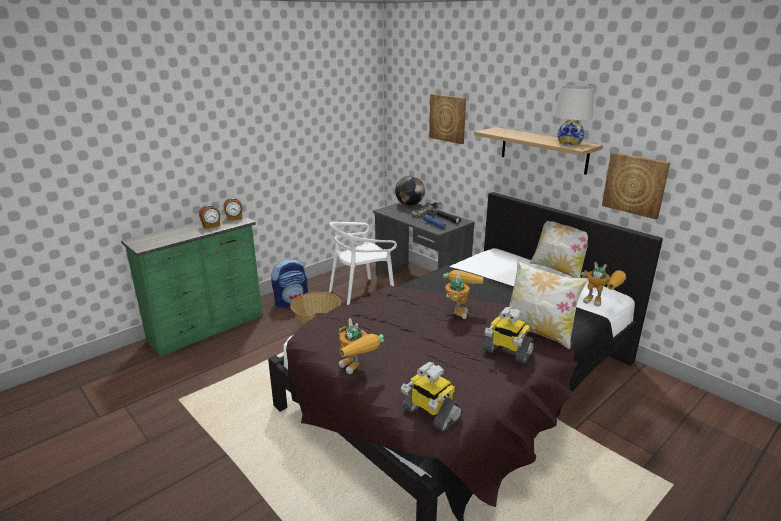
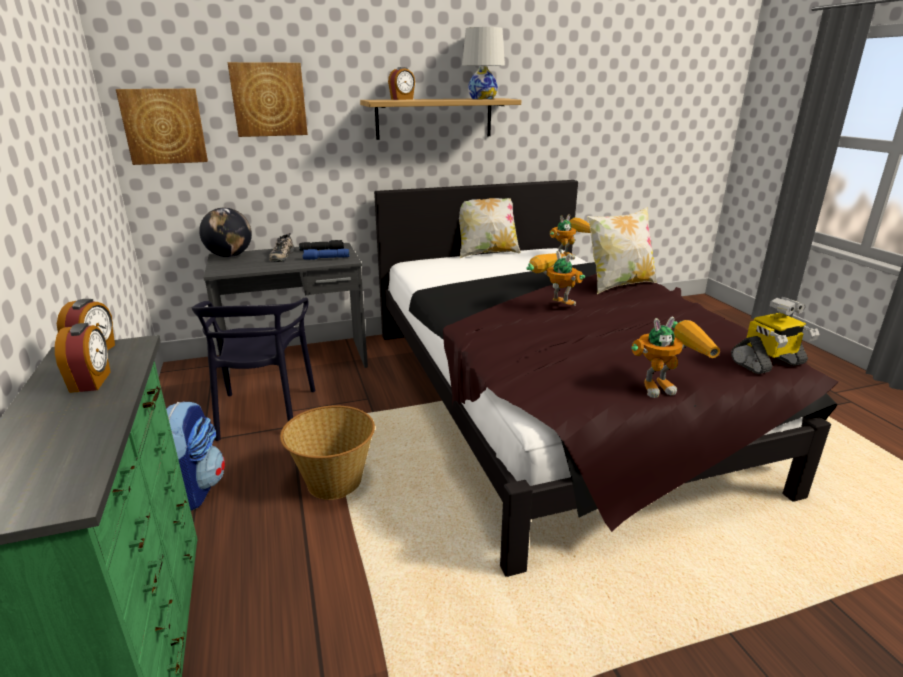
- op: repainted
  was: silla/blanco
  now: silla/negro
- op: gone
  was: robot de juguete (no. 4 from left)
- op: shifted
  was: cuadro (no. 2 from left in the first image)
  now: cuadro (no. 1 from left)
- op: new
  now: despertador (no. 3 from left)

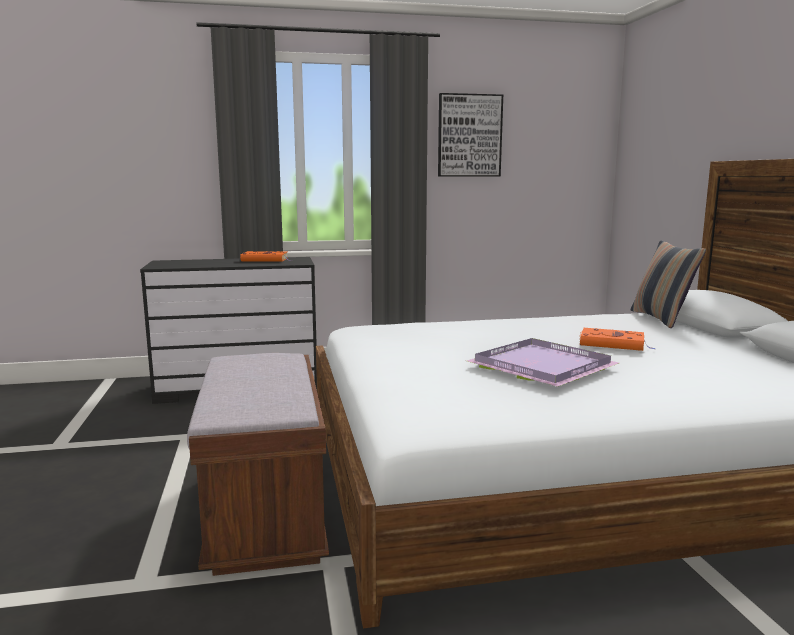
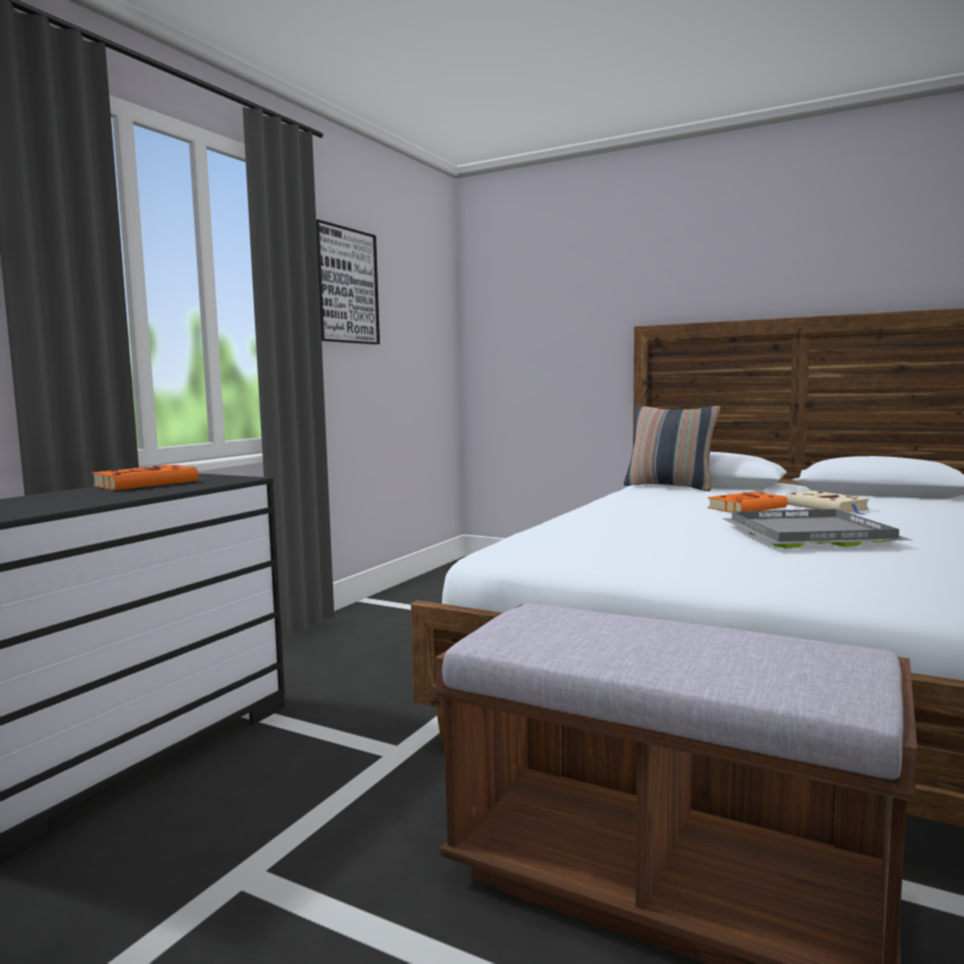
- op: repainted
  was: bandeja/morado
  now: bandeja/gris
- op: new
  now: libro/beis

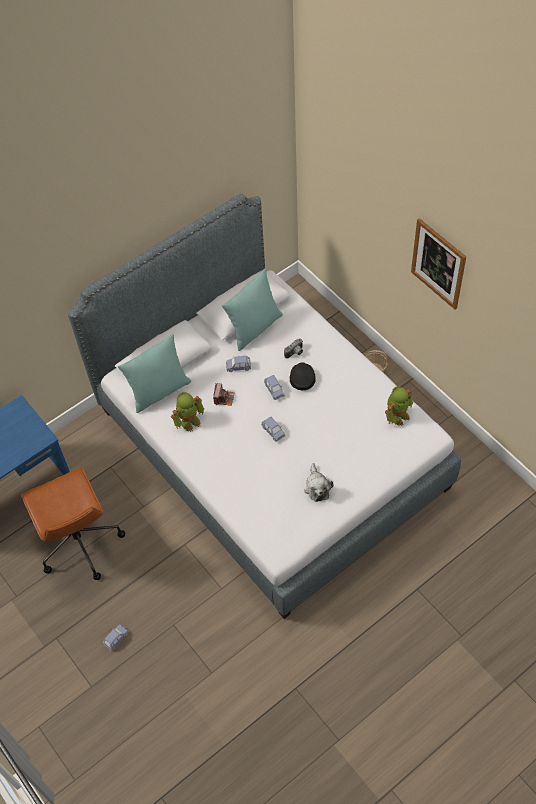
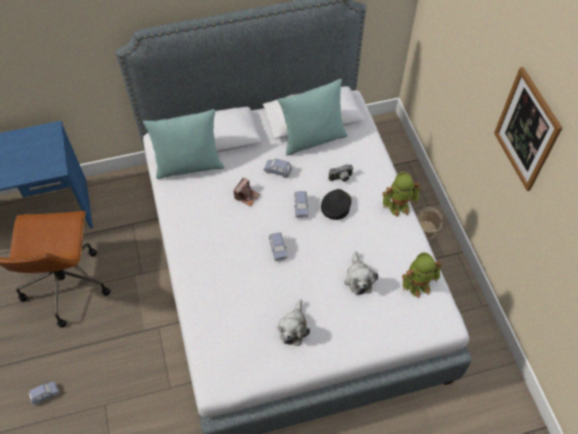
- op: shifted
  was: robot de juguete (no. 1 from left)
- op: new
  now: peluche (no. 2 from left)

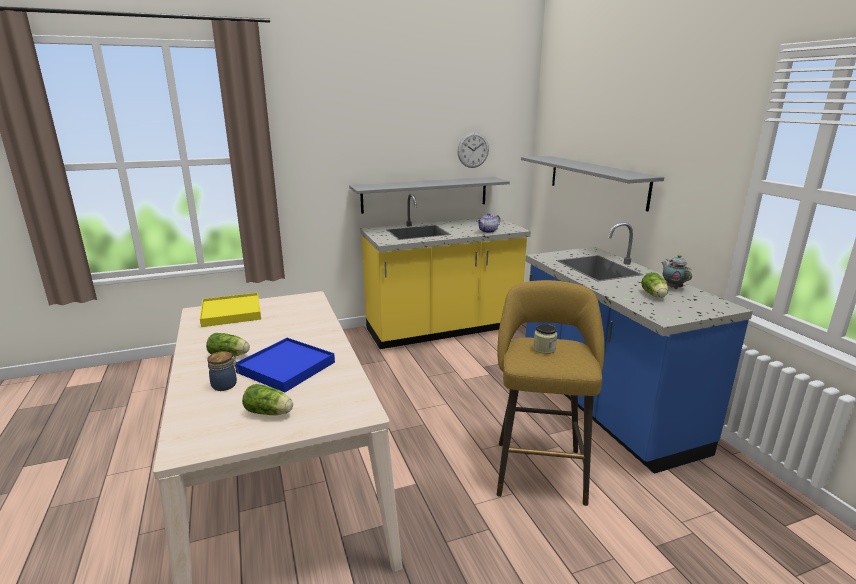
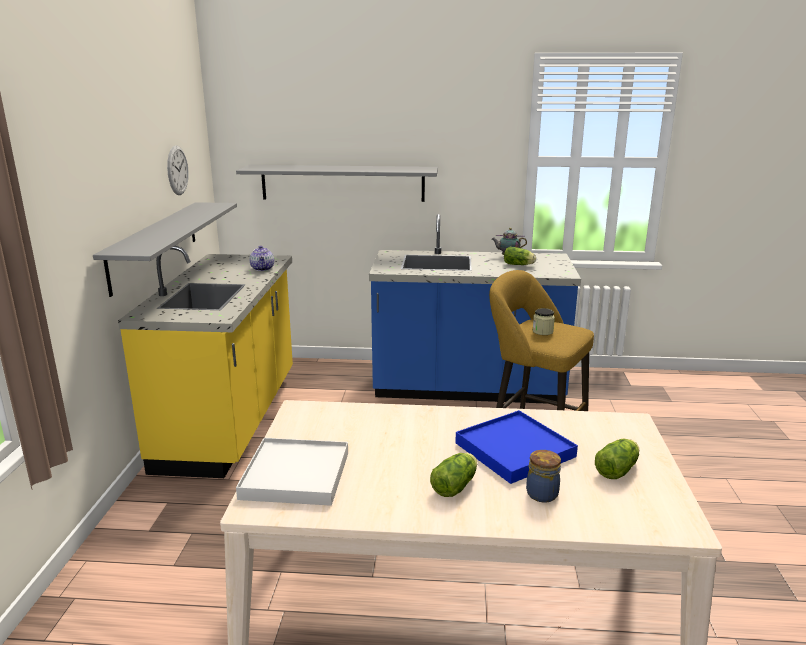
- op: repainted
  was: bandeja/amarillo
  now: bandeja/blanco

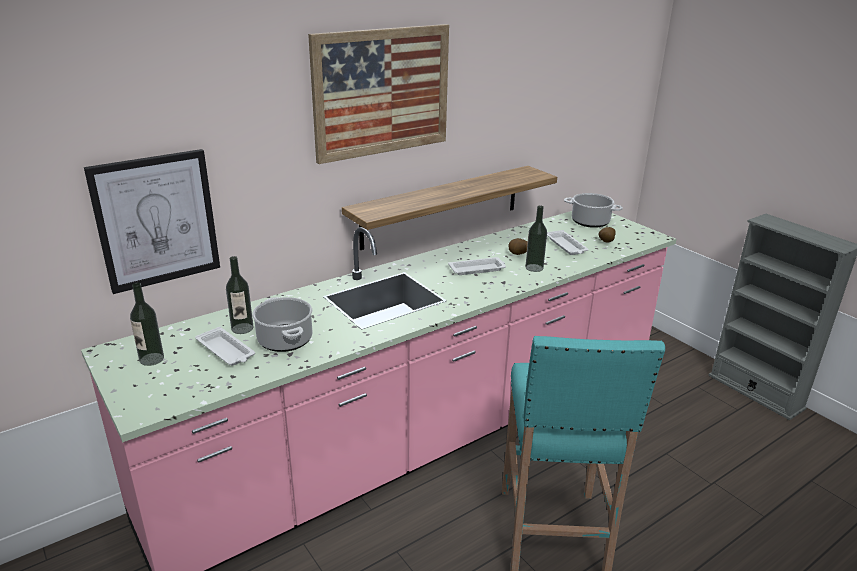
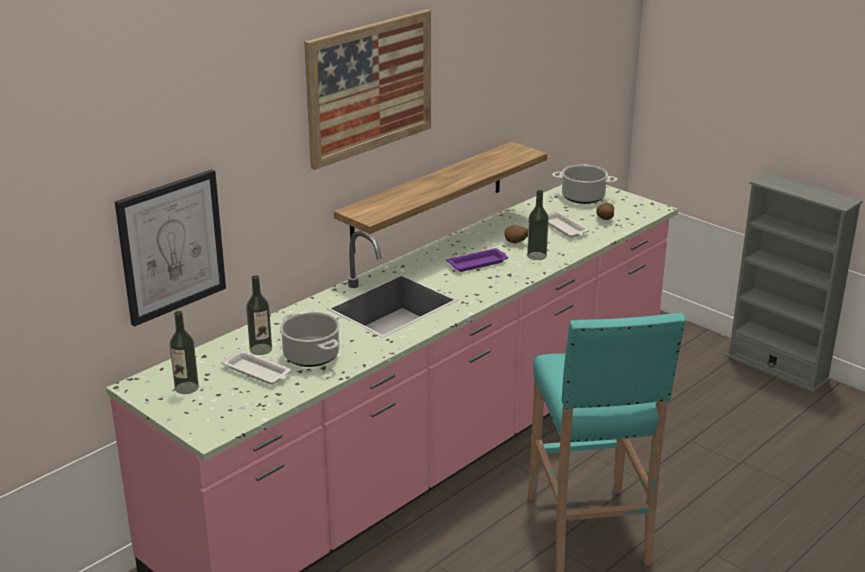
- op: repainted
  was: bandeja/blanco (no. 2 from left)
  now: bandeja/morado

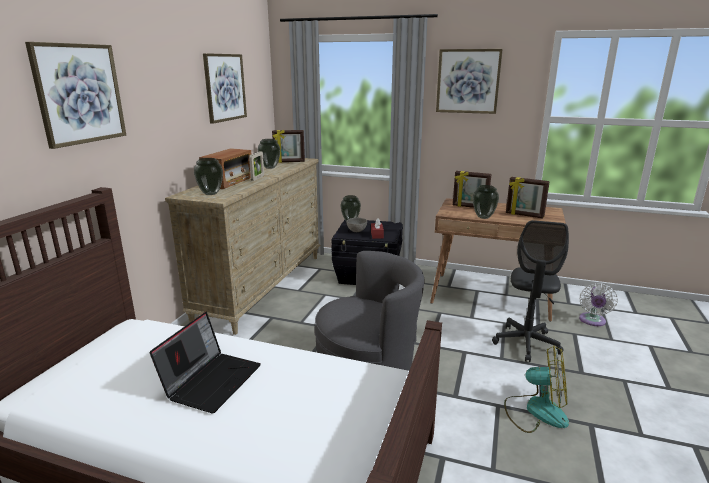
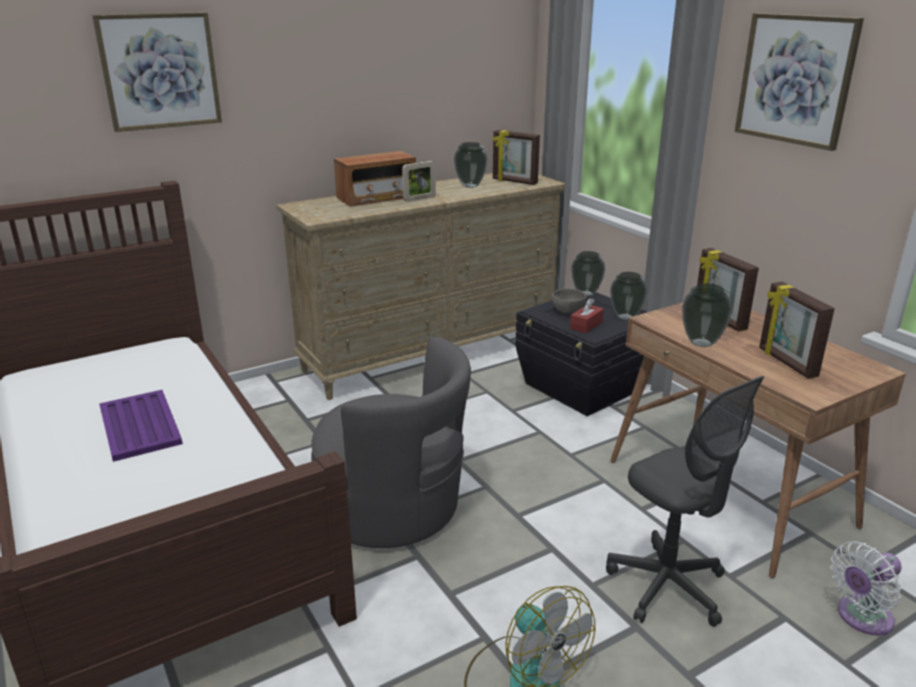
- op: swapped
  was: portátil
  now: bandeja/morado
- op: shifted
  was: florero (no. 1 from left in the first image)
  now: florero (no. 3 from left)
- op: gone
  was: cuadro (no. 2 from left)
- op: rotated
  was: silla de oficina/gris
  clockwise: -90

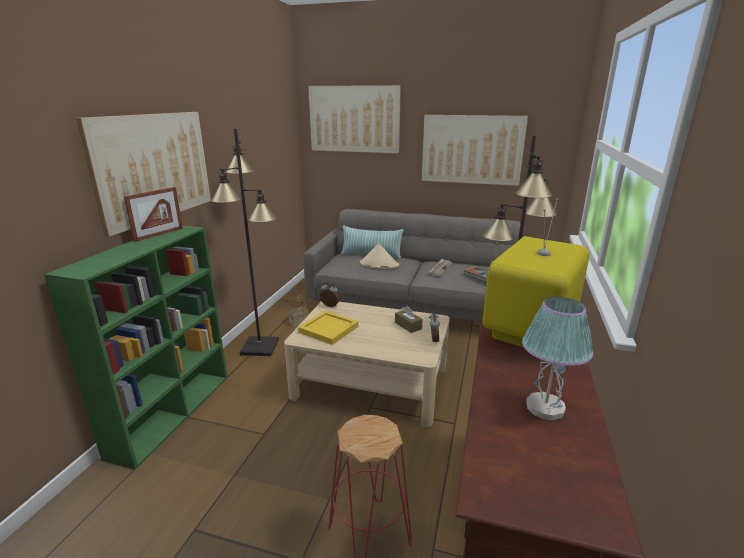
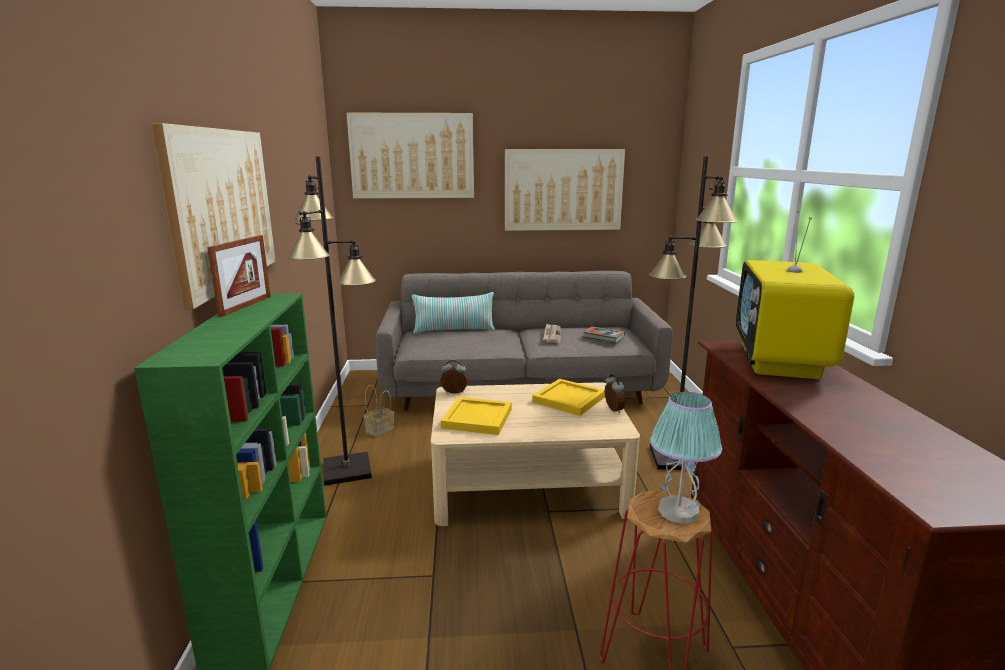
- op: gone
  was: sombrero/beis
- op: swapped
  was: caja de pañuelos/marrón
  now: bandeja/amarillo (no. 2 from left)
- op: shifted
  was: lámpara de mesa

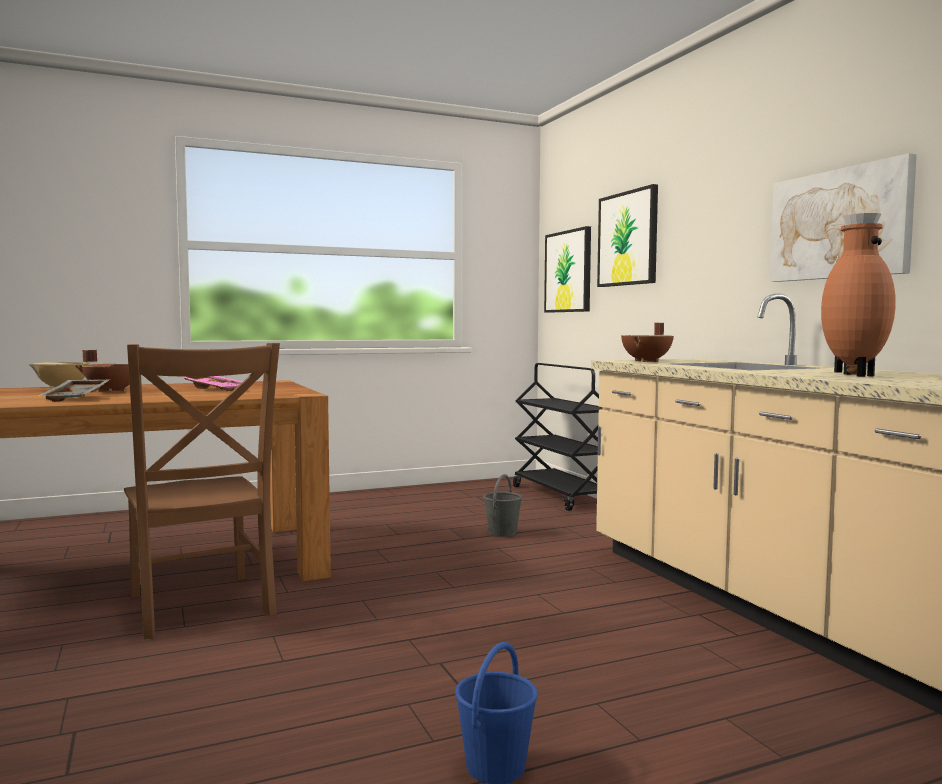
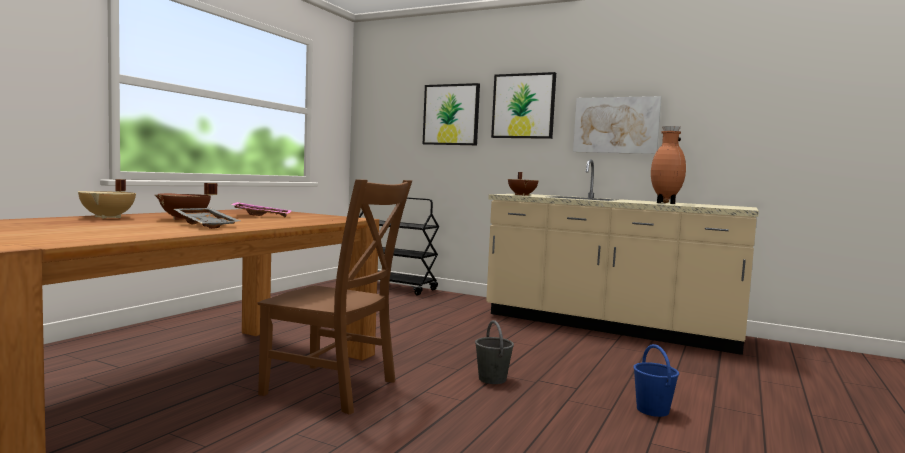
- op: shifted
  was: cubo/gris
- op: shifted
  was: cuadro (no. 1 from left in the first image)
  now: cuadro (no. 2 from left)

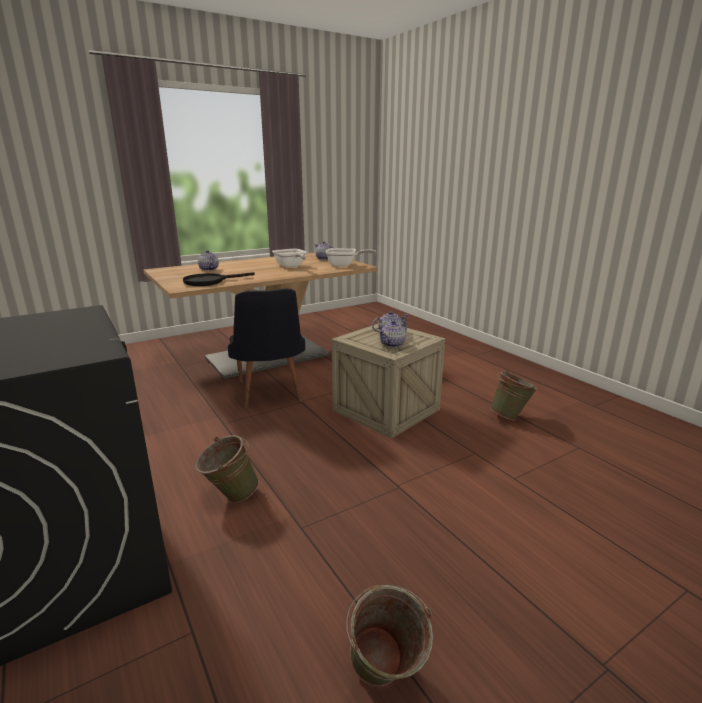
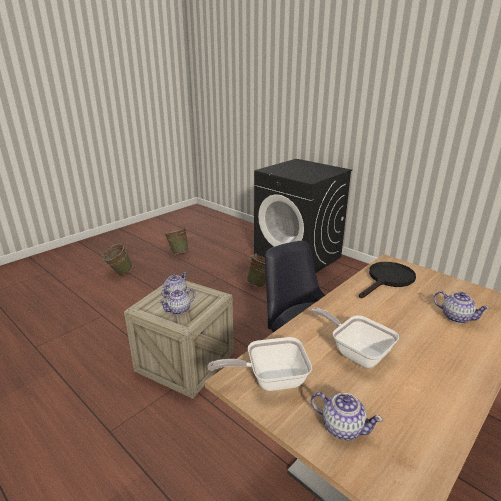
- op: shifted
  was: cubo/verde (no. 3 from left in the first image)
  now: cubo/verde (no. 1 from left)

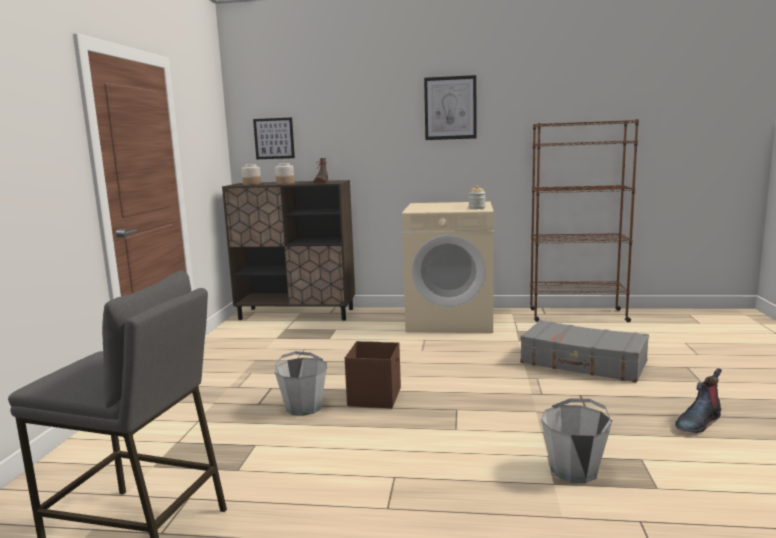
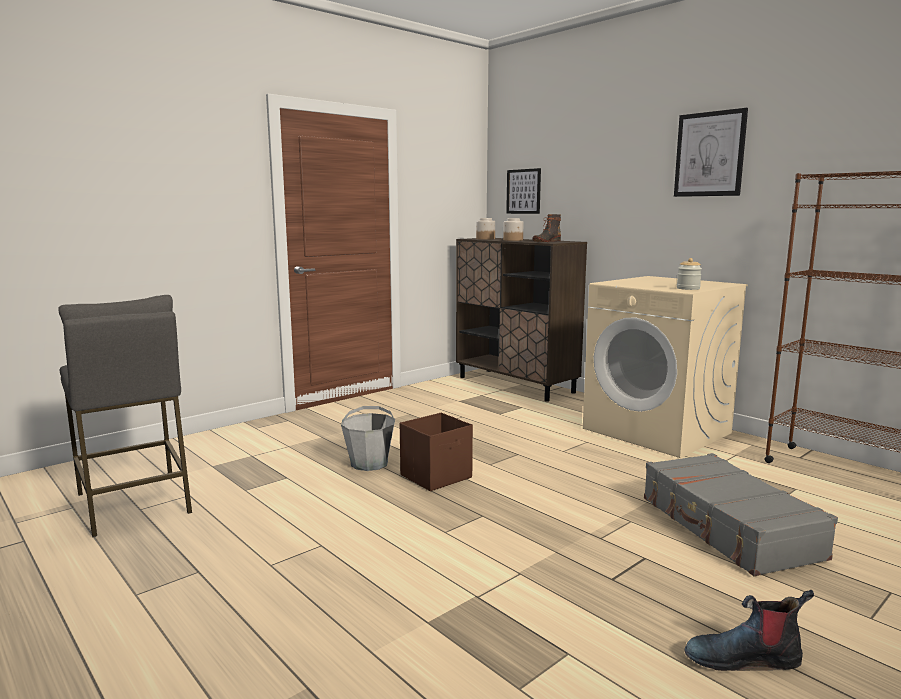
- op: gone
  was: cubo/gris (no. 2 from left)

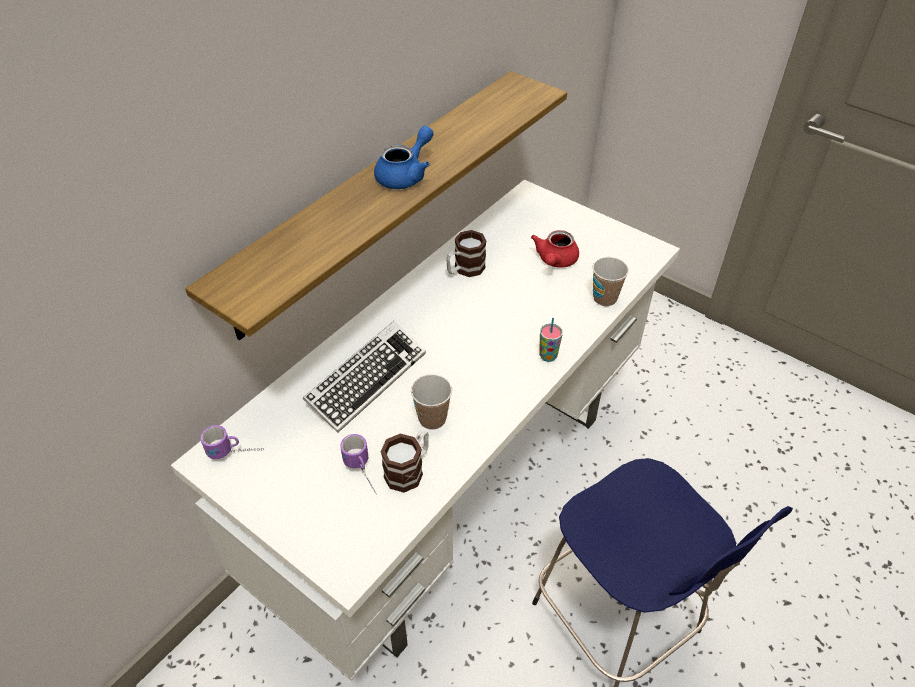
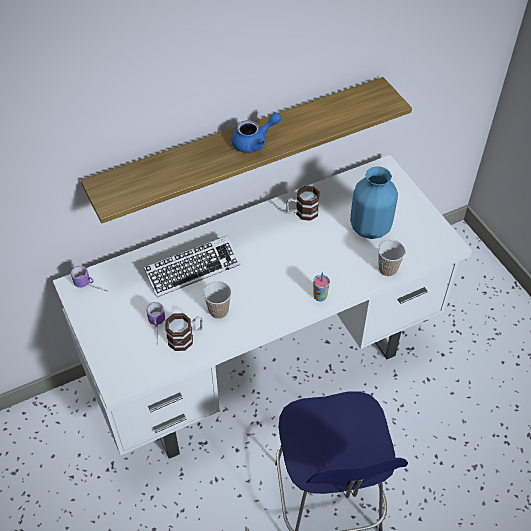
- op: swapped
  was: tetera/rojo
  now: florero/azul

